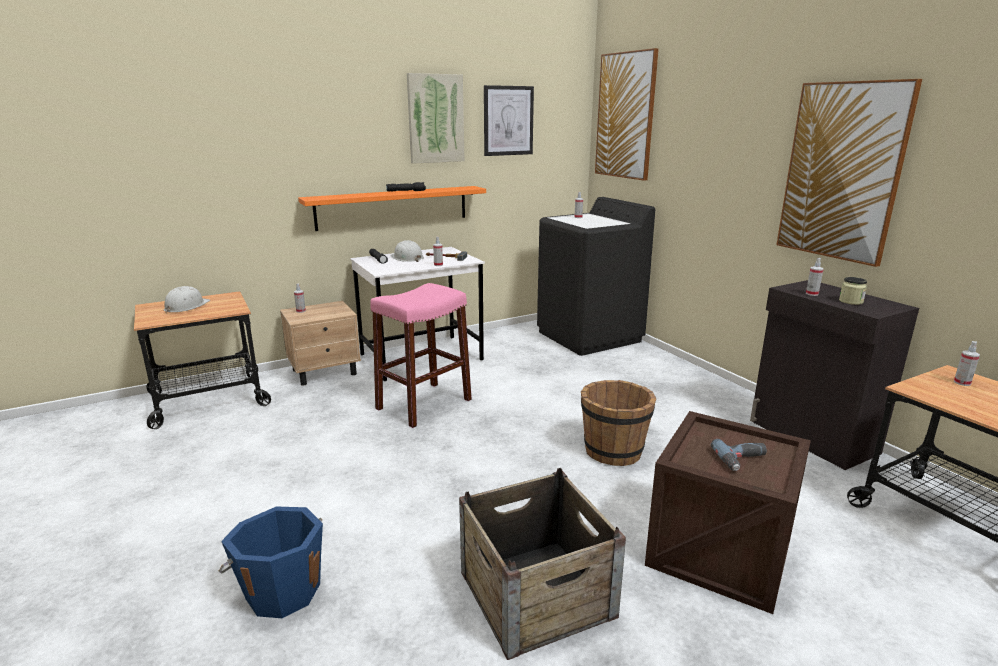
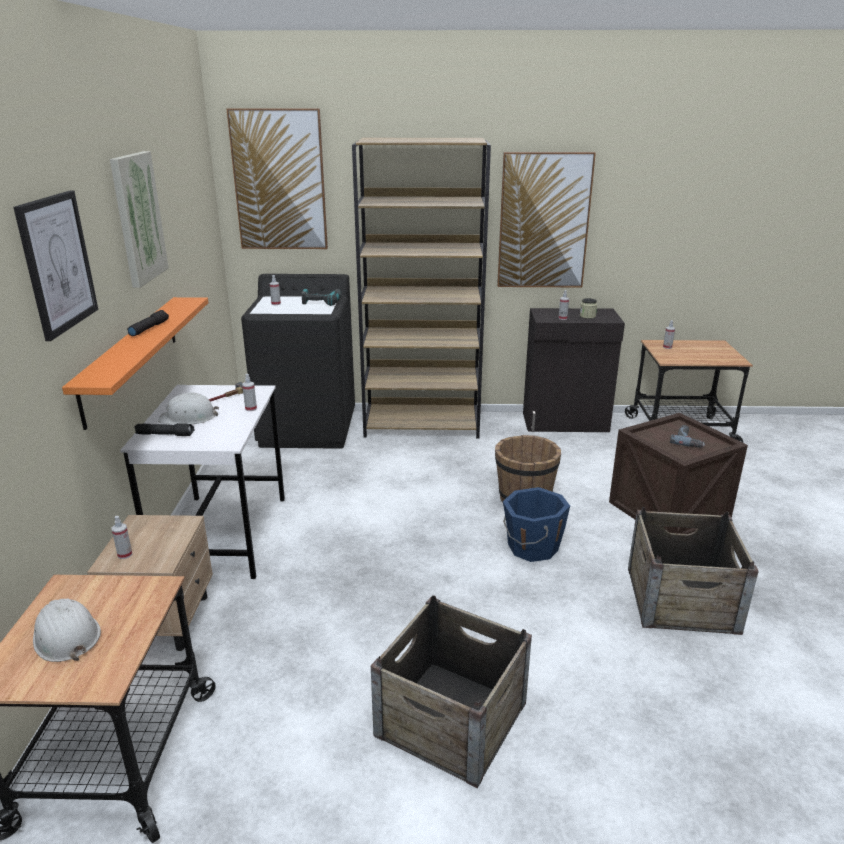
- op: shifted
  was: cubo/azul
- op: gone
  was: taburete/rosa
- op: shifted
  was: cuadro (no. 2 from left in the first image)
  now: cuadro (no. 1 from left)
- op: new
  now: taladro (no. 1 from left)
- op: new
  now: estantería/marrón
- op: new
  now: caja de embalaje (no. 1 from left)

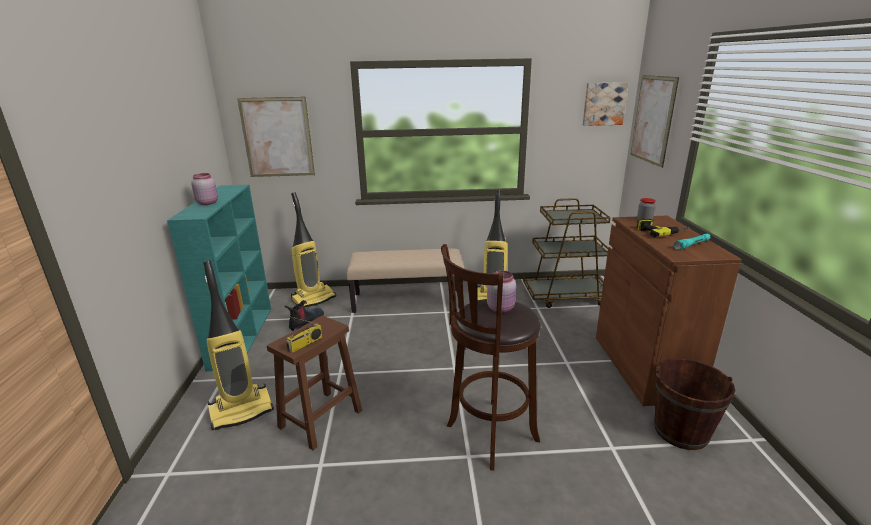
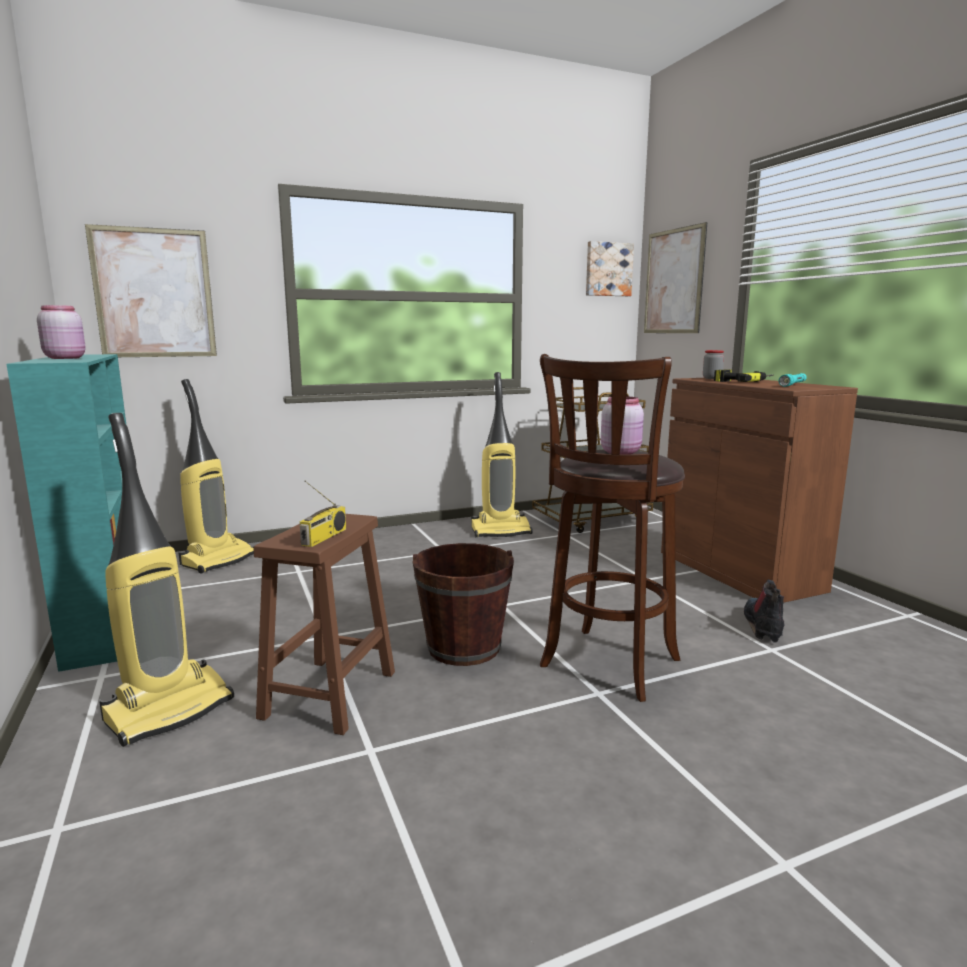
- op: shifted
  was: bota
- op: gone
  was: banco/beis
- op: shifted
  was: cubo/marrón

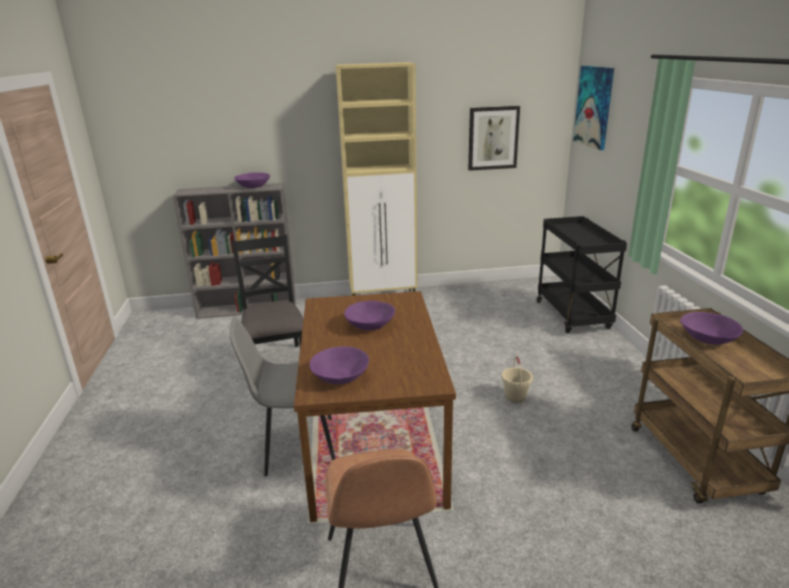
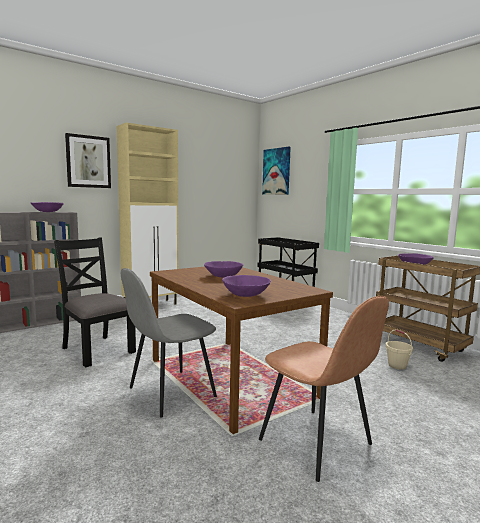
- op: shifted
  was: cuadro (no. 1 from left)
- op: shifted
  was: cubo/beis

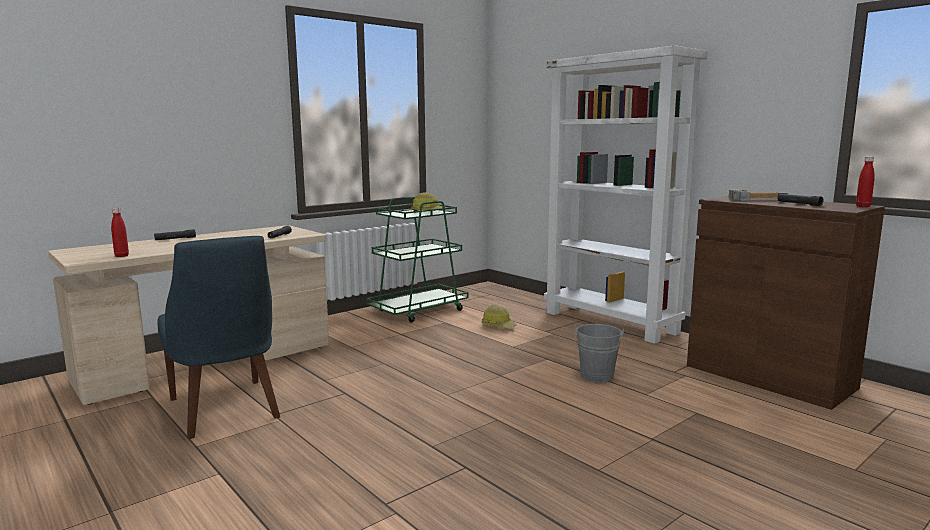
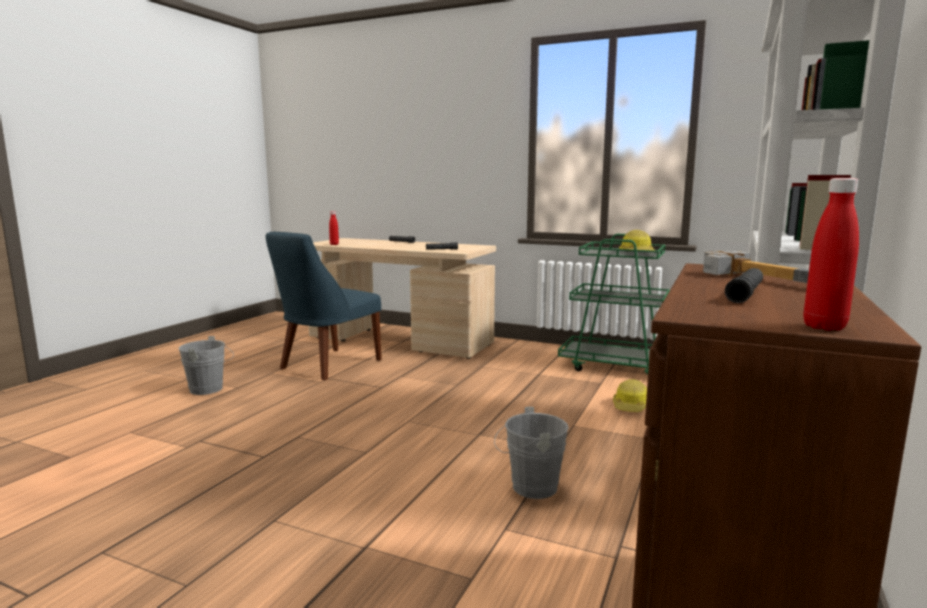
- op: new
  now: cubo/gris (no. 1 from left)

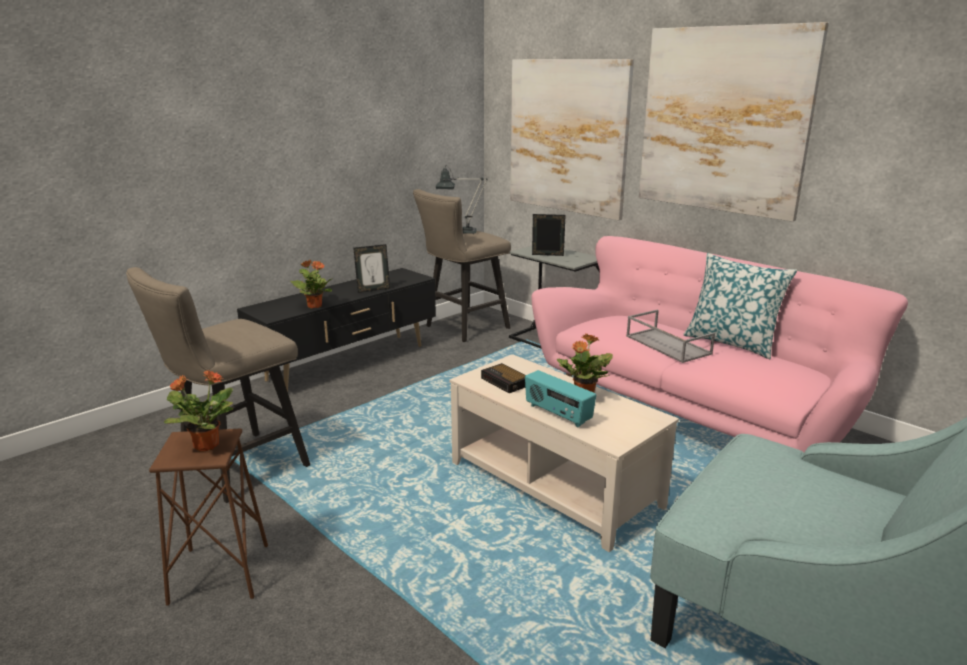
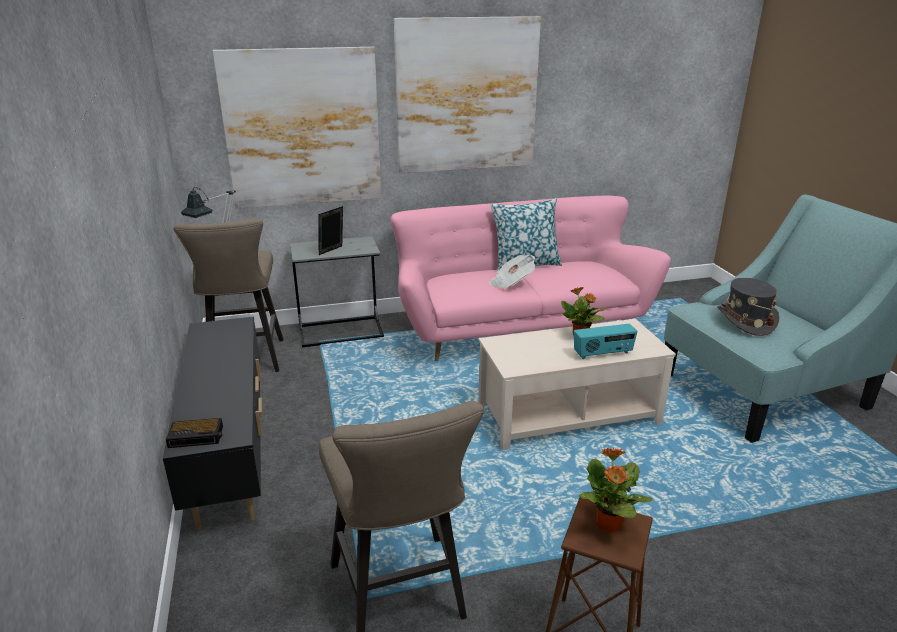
- op: gone
  was: planta en maceta (no. 2 from left)
- op: gone
  was: portarretratos (no. 1 from left)
- op: shifted
  was: despertador
- op: swapped
  was: bandeja/gris
  now: periódico
- op: new
  now: sombrero/gris

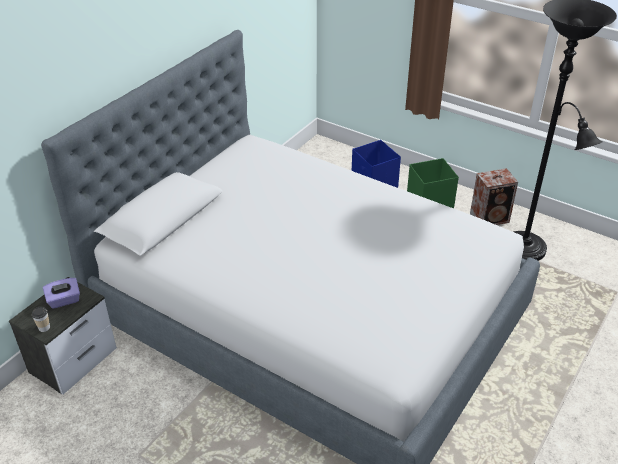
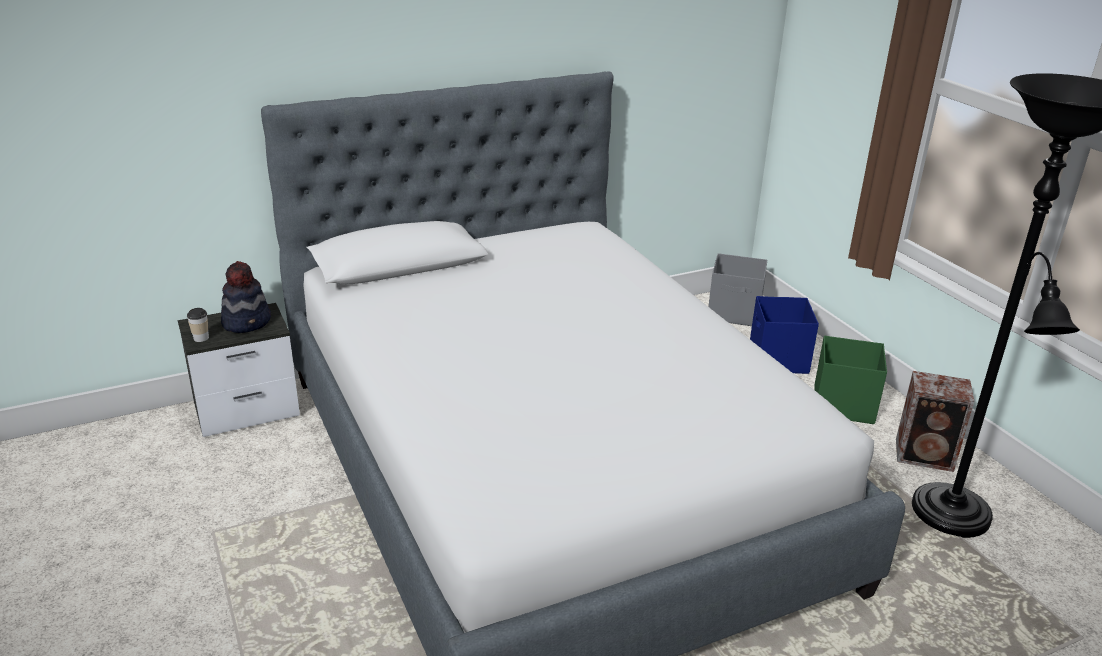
- op: swapped
  was: caja de pañuelos/morado
  now: sombrero
- op: new
  now: caja de almacenaje/gris

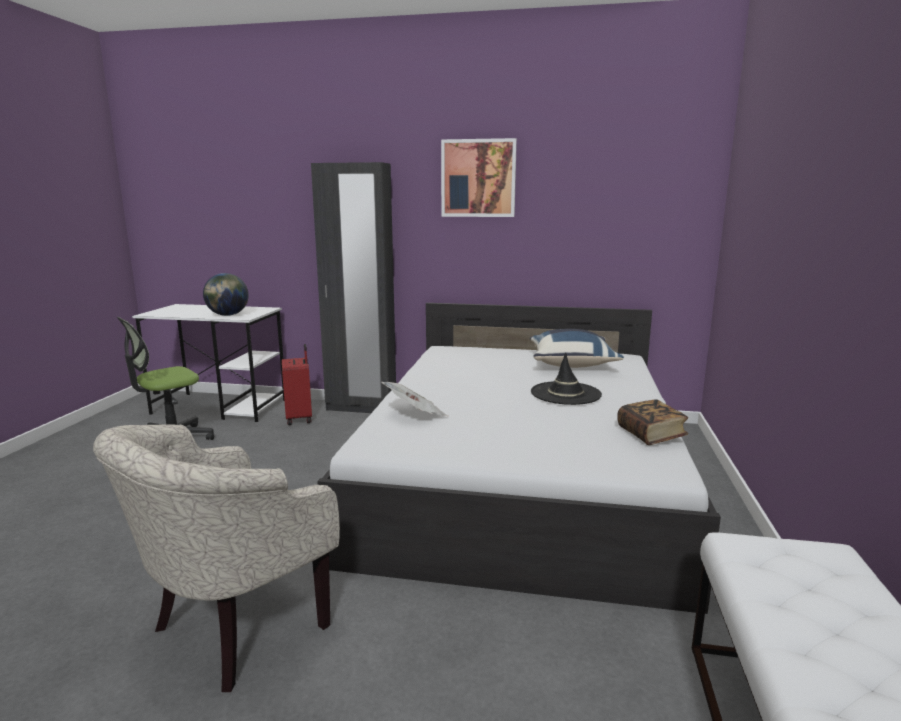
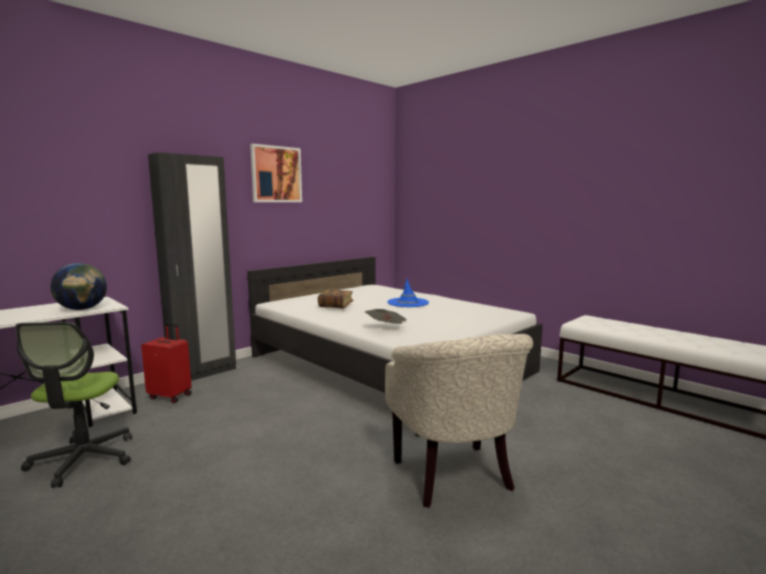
- op: gone
  was: cojín/azul
- op: repainted
  was: sombrero/negro
  now: sombrero/azul
- op: shifted
  was: libro

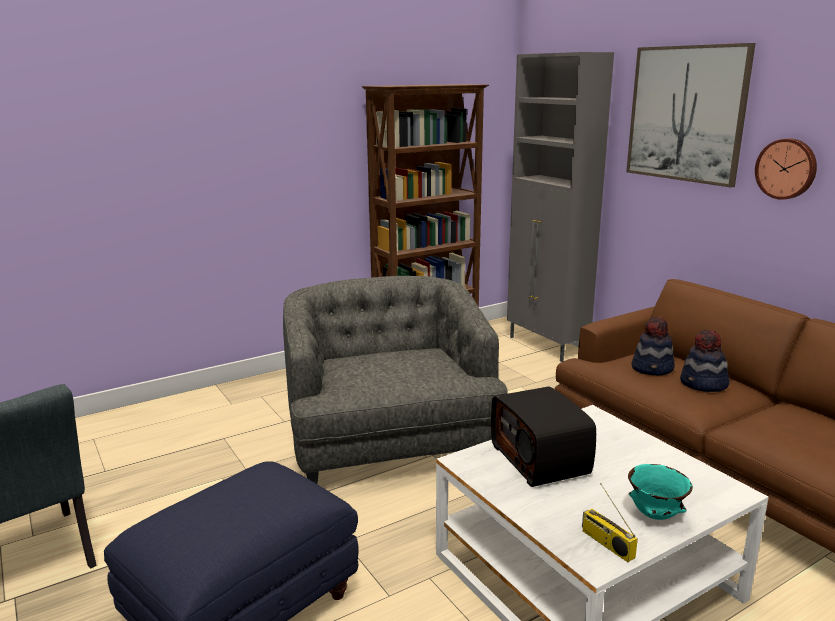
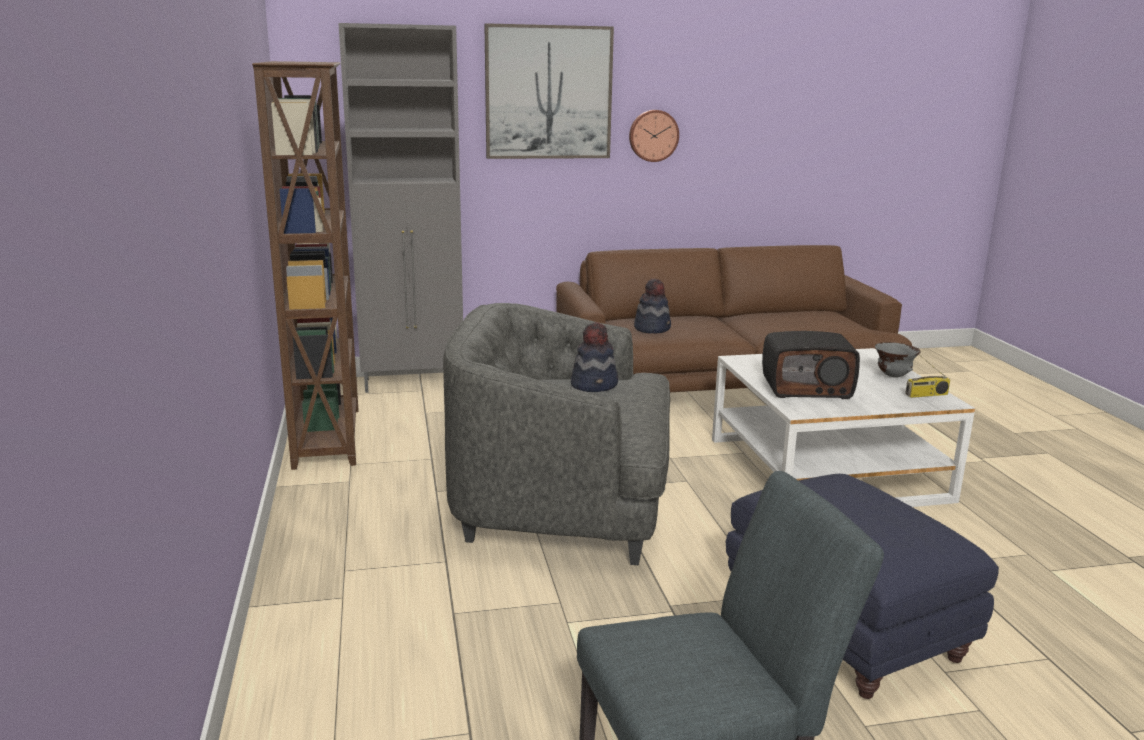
- op: repainted
  was: cuenco/turquesa
  now: cuenco/gris
- op: shifted
  was: sombrero (no. 2 from left in the first image)
  now: sombrero (no. 1 from left)

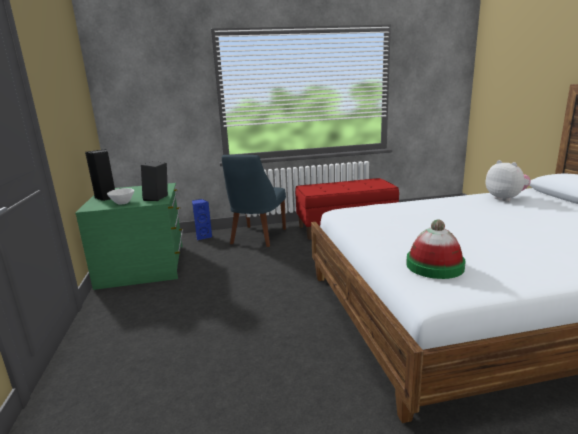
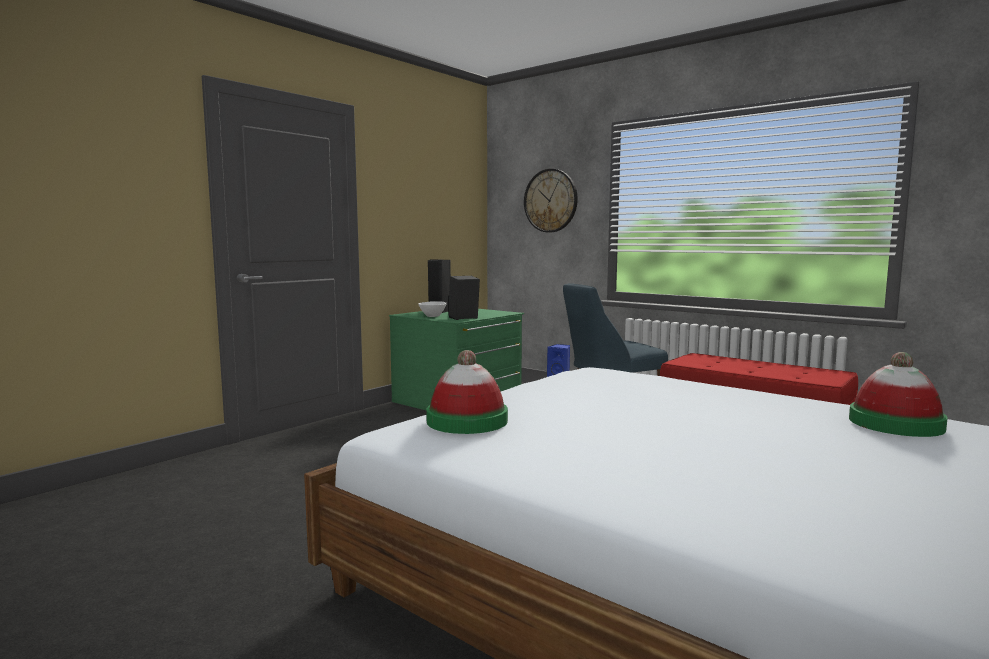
- op: swapped
  was: peluche
  now: sombrero (no. 2 from left)
- op: new
  now: reloj de pared

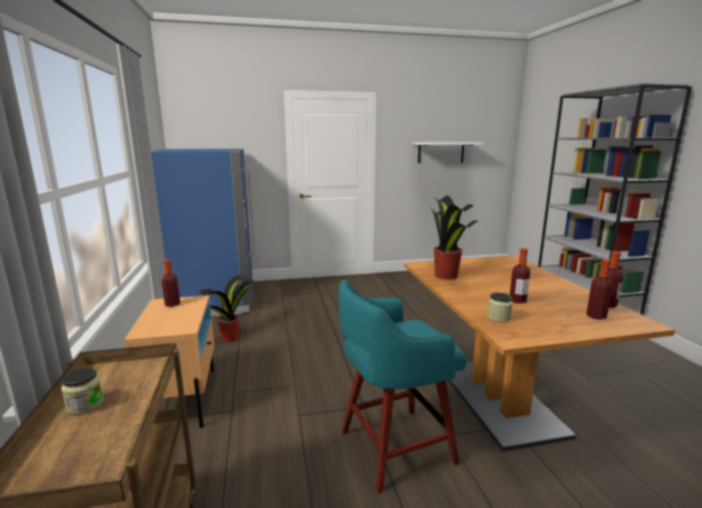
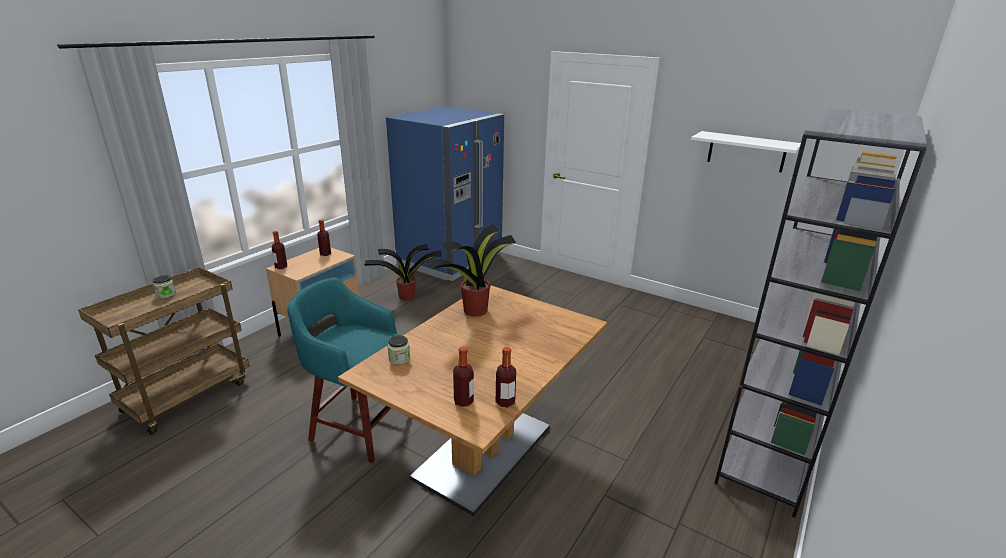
- op: shifted
  was: botella (no. 2 from left in the first image)
  now: botella (no. 1 from left)

